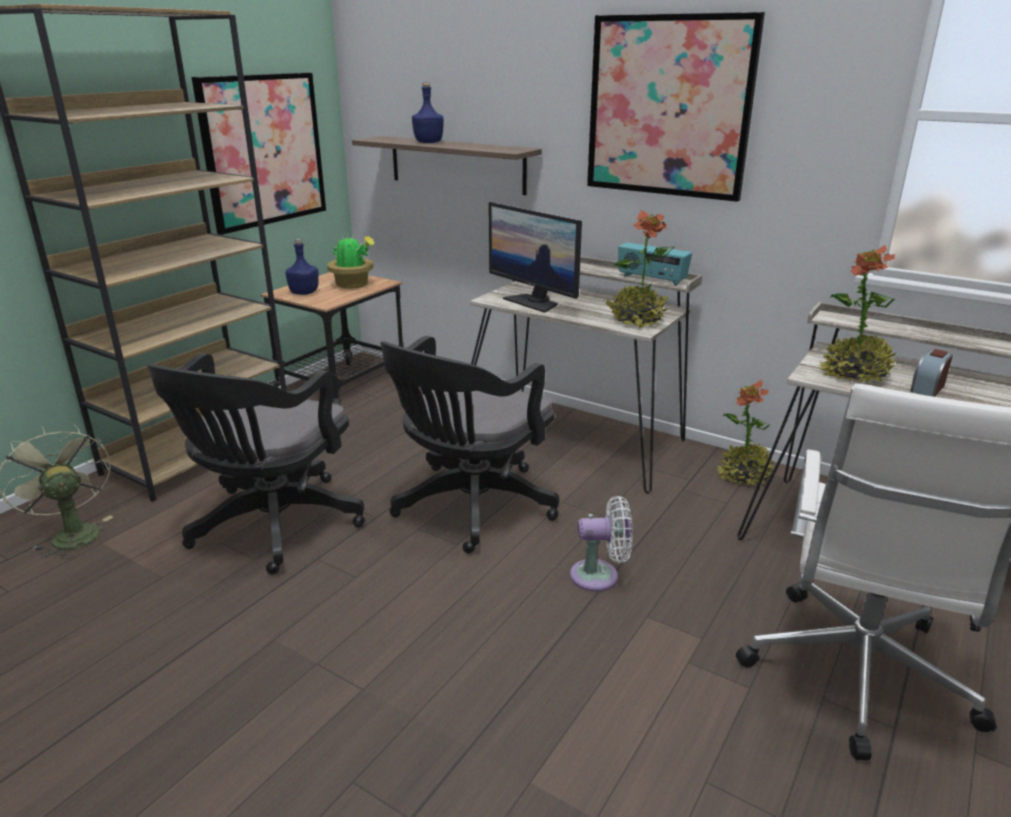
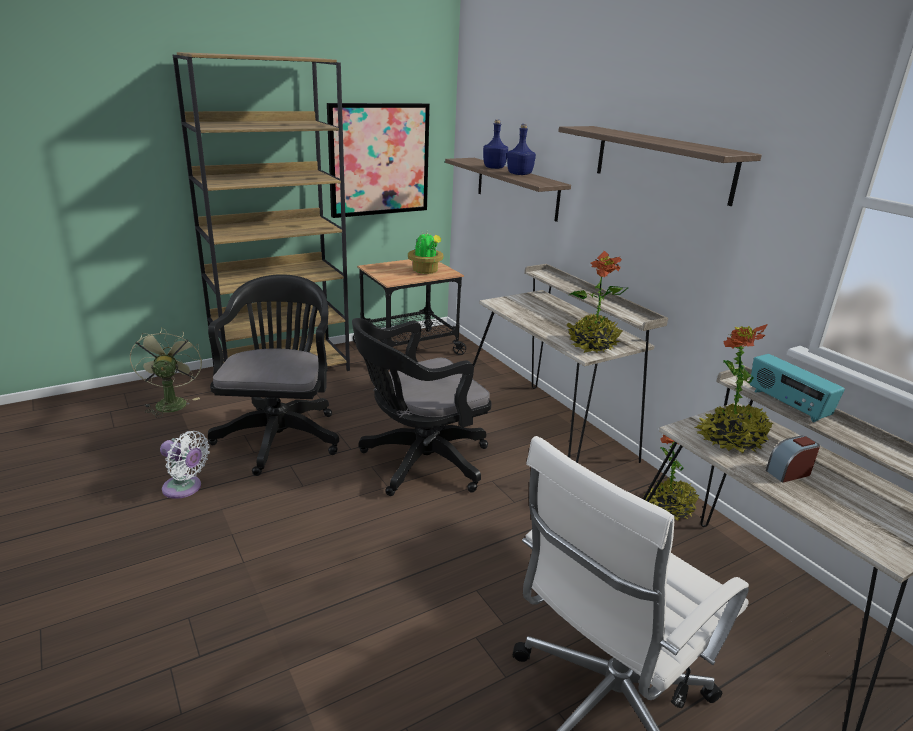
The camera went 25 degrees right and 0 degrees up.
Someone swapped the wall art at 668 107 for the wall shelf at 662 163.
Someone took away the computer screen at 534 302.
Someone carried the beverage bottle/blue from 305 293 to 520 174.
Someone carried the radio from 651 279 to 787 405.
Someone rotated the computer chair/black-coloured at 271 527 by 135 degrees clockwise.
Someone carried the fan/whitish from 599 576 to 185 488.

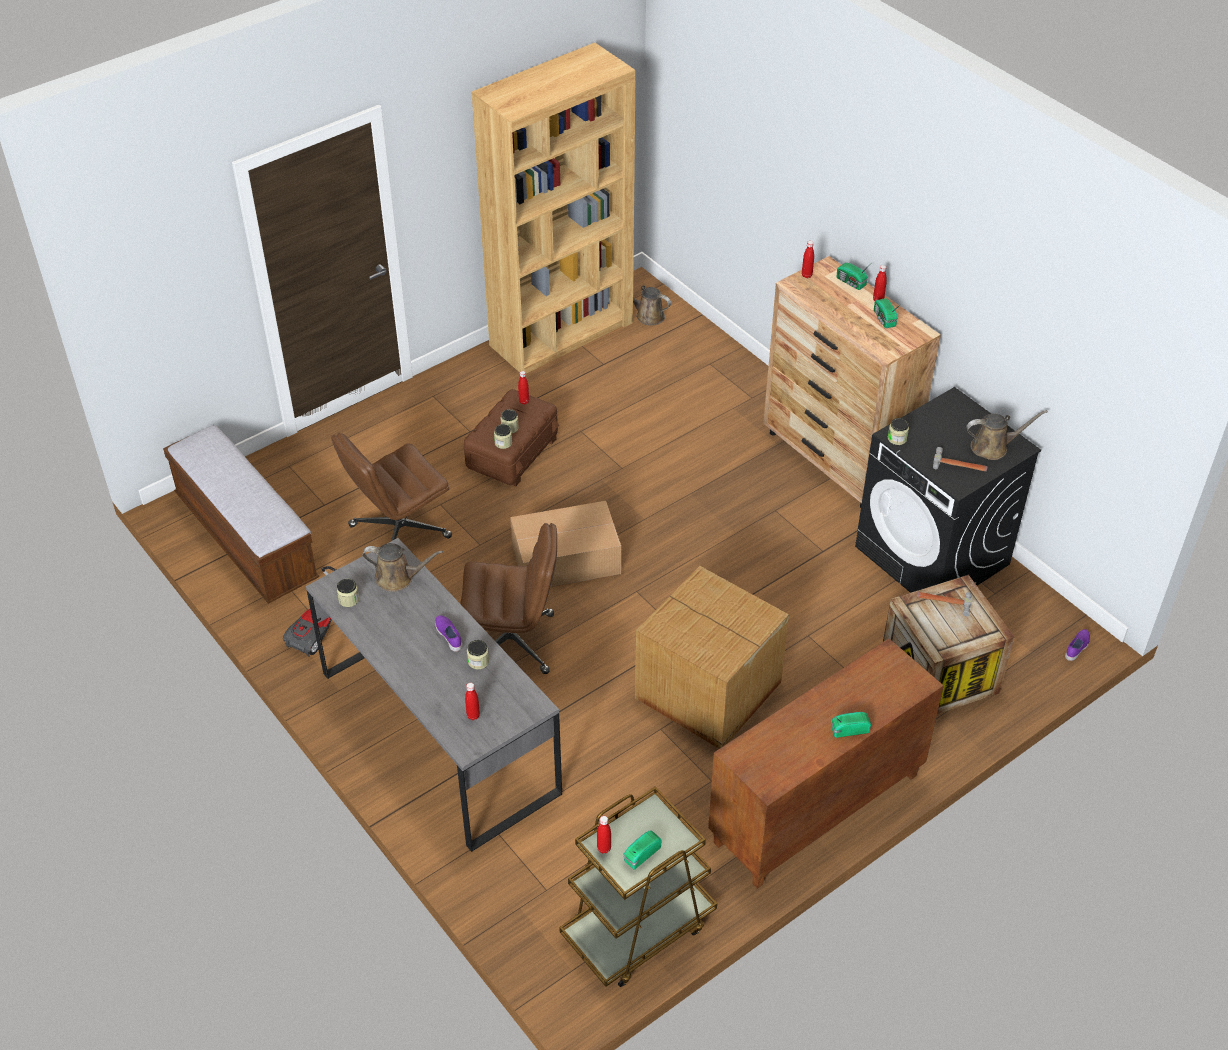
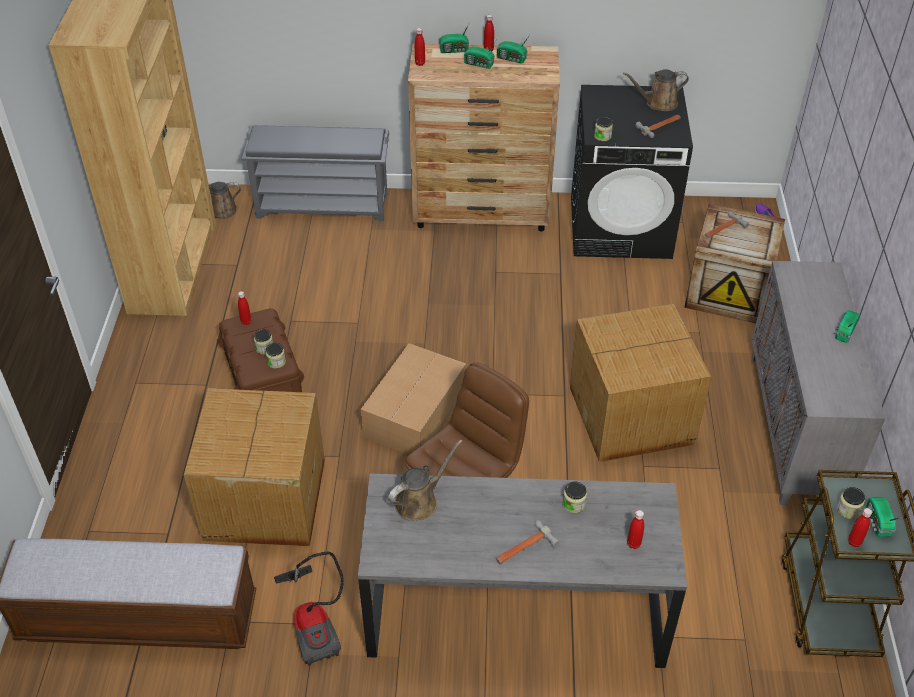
The camera went 50 degrees left and 0 degrees up.
Someone rotated the watering can/brown at 993 447 by 135 degrees counterclockwise.
Someone swapped the computer chair/brown at 399 532 for the carton at 263 501.
Someone carried the storage jar from 349 599 to 848 509.
Someone took away the shoe/purple at 449 636.
Someone repainted the storage cabinet/brown at 816 810, which became the storage cabinet/grey at 795 429.
Someone put down the radio at 479 64.
Someone put down the shoe shelf/grey at 323 205.
Someone put down the hand hammer at 523 548.

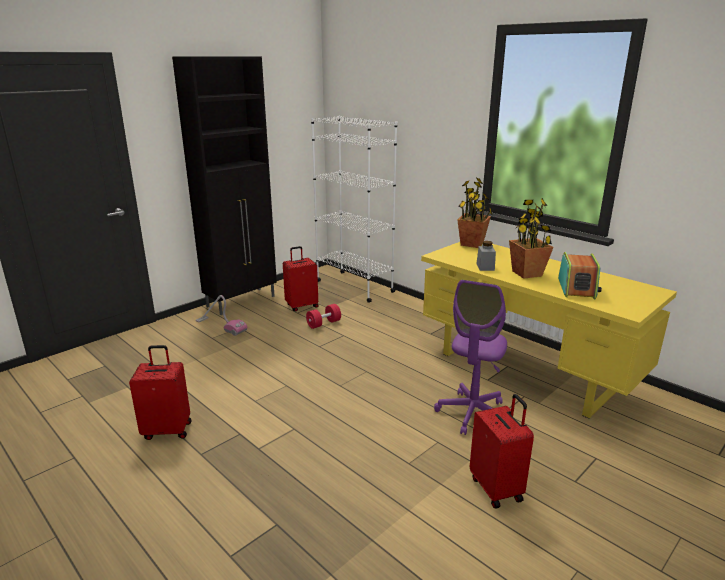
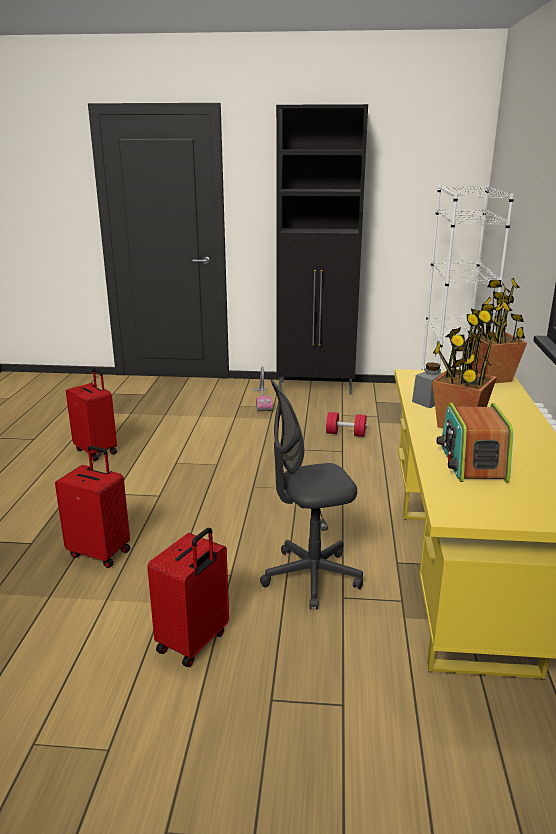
The camera went 50 degrees right and 0 degrees up.
Someone carried the piece of luggage/reddish from 301 306 to 100 552.
Someone rotated the radio at 577 288 by 120 degrees clockwise.
Someone repainted the computer chair/purple at 472 413, which became the computer chair/grey at 311 577.

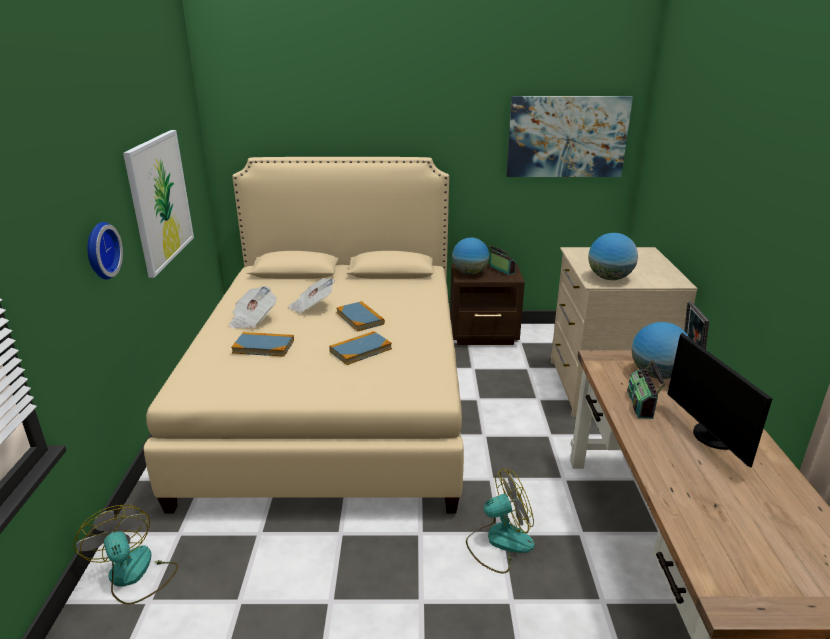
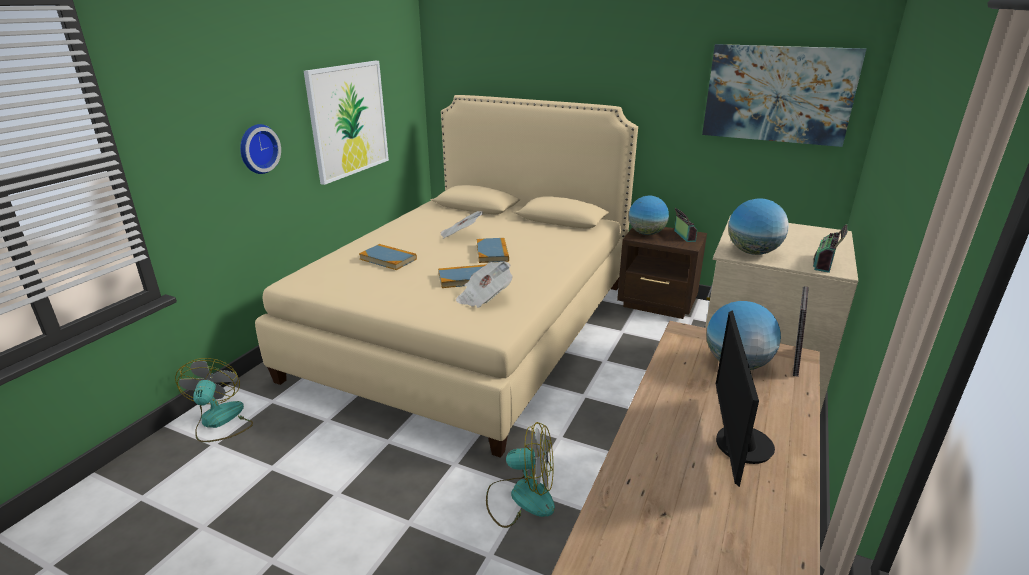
The camera went 25 degrees right and 0 degrees up.
Someone carried the newspaper from 253 320 to 484 298.
Someone carried the radio from 641 404 to 825 263.

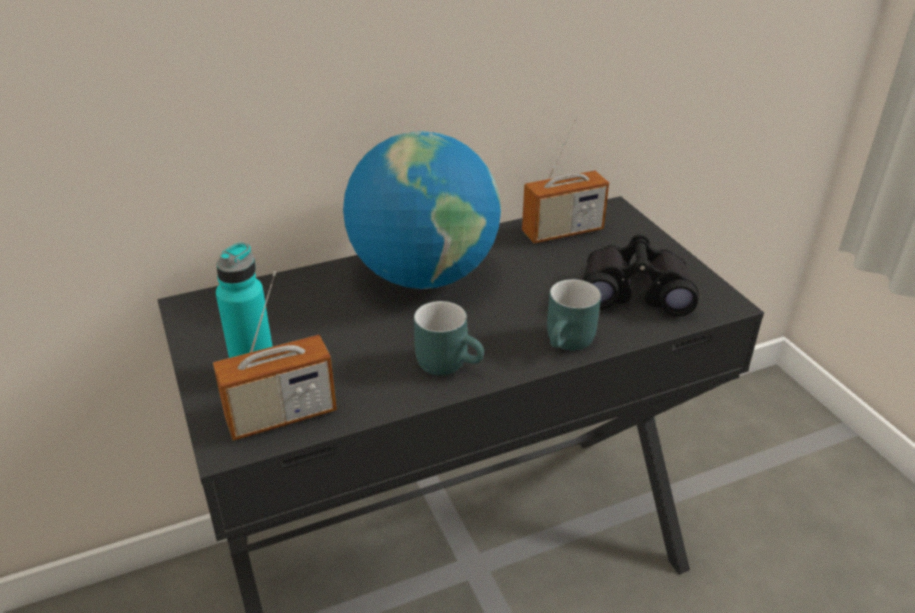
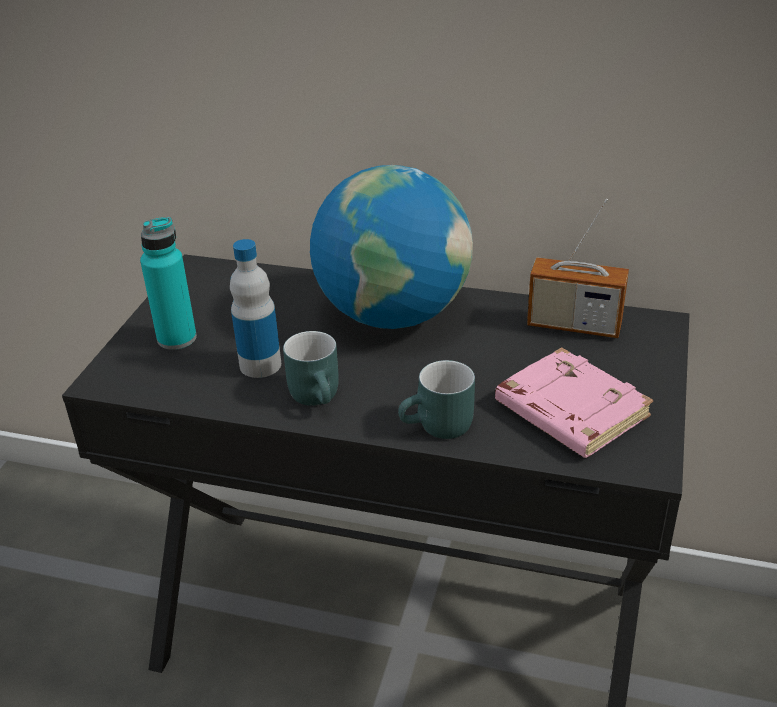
The camera went 40 degrees right and 0 degrees up.
Someone swapped the field glasses/black-coloured at 635 291 for the volume/pinkish at 568 411.
Someone took away the radio at 281 416.
Someone put down the beverage bottle at 260 365.

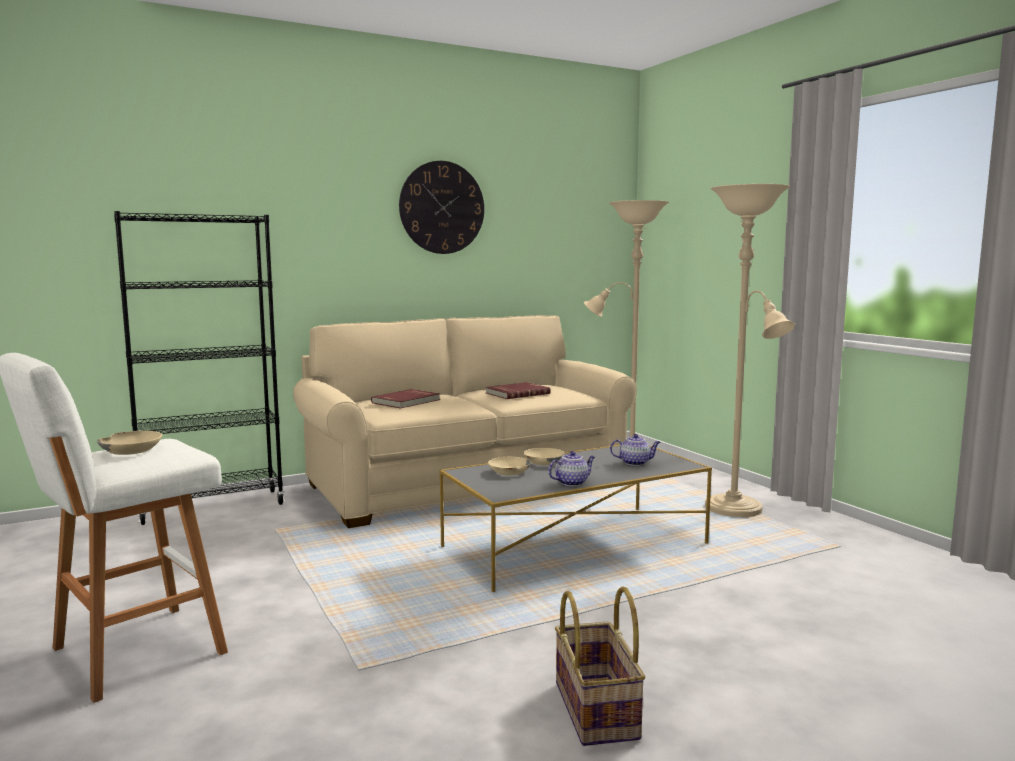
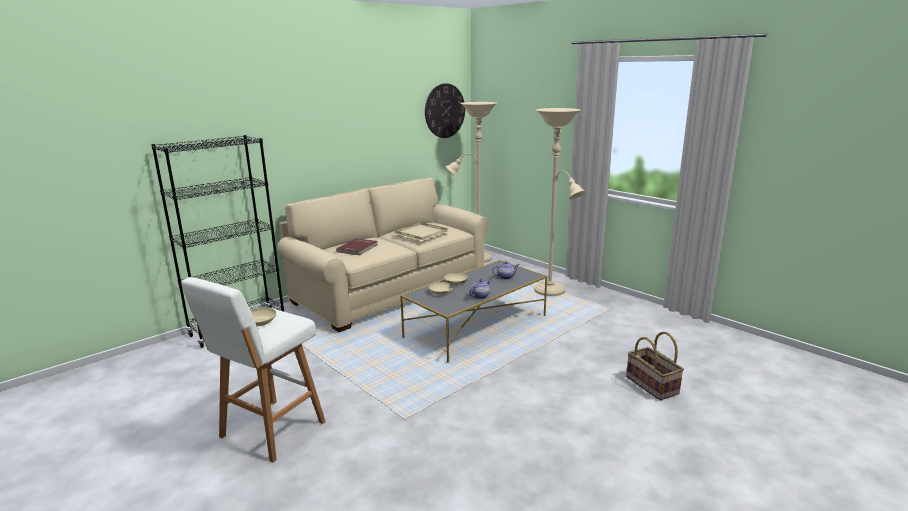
The camera went 15 degrees left and 10 degrees up.
Someone carried the clock on the wall from 442 207 to 444 111.
Someone swapped the volume/reddish at 517 393 for the serving tray/beige-coloured at 420 234.
Someone carried the household basket from 598 710 to 652 385.

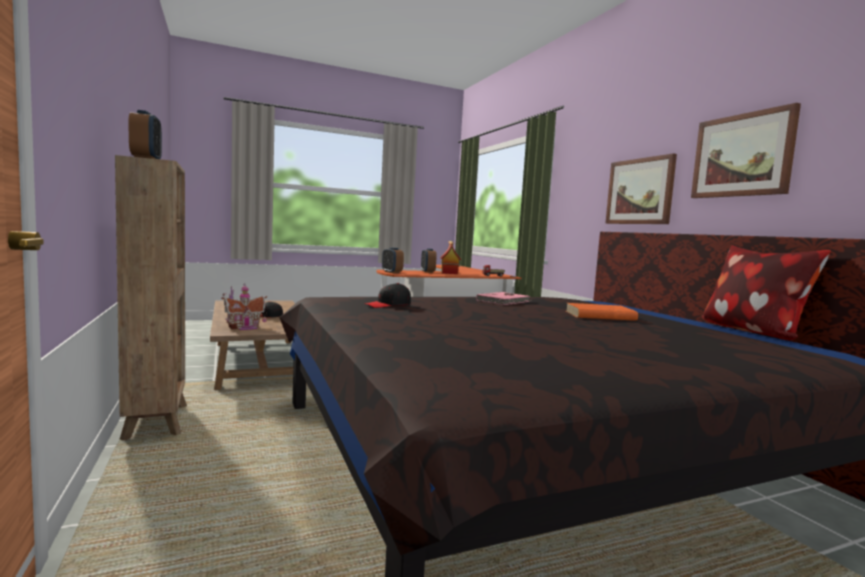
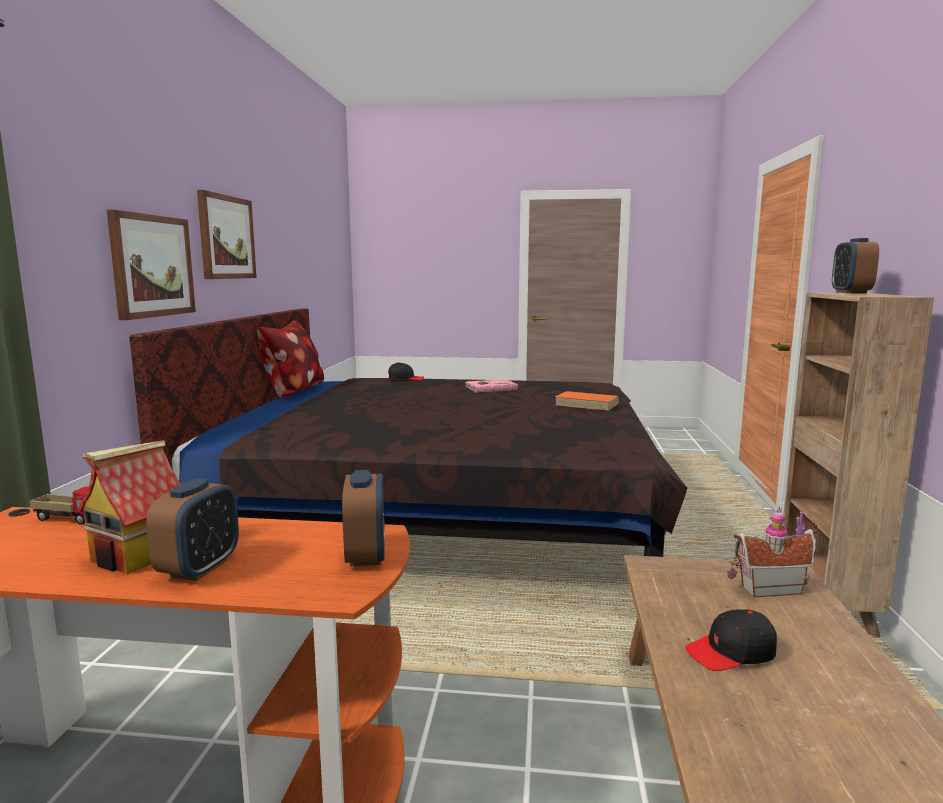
The camera went 150 degrees left and 5 degrees up.
Someone carried the baseball cap/black-coloured from 388 305 to 405 379.
Someone carried the volume/pinkish from 504 301 to 490 388.
Someone carried the volume/orange from 599 316 to 587 404.

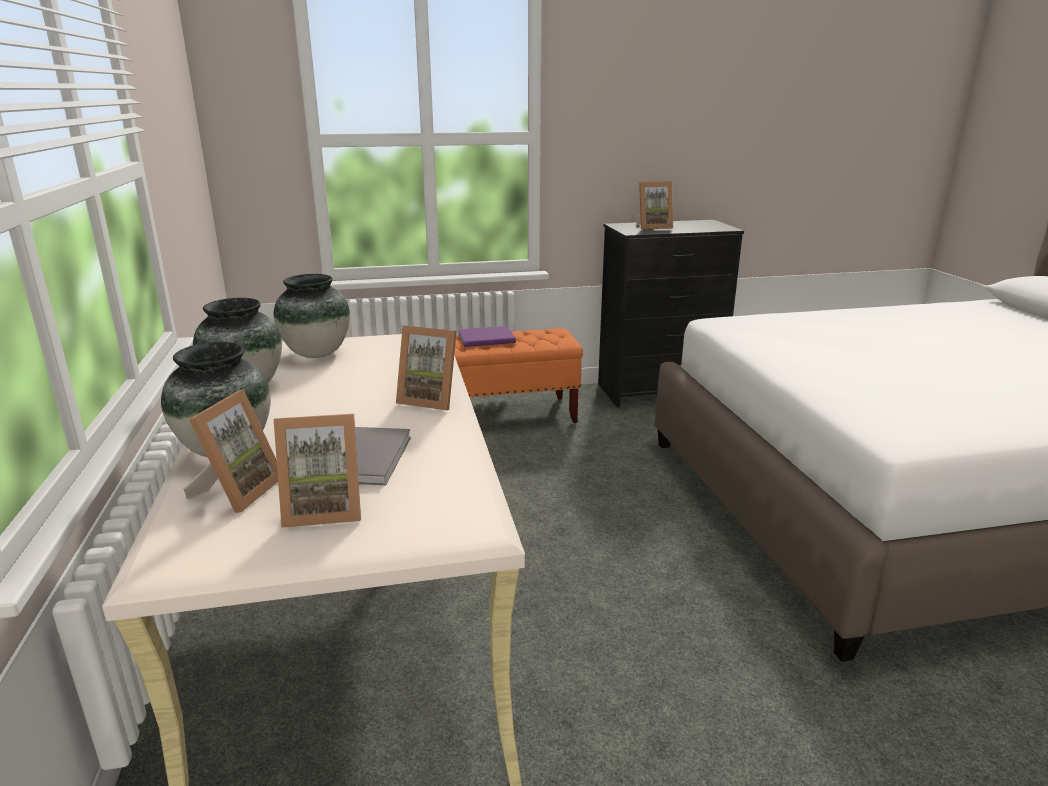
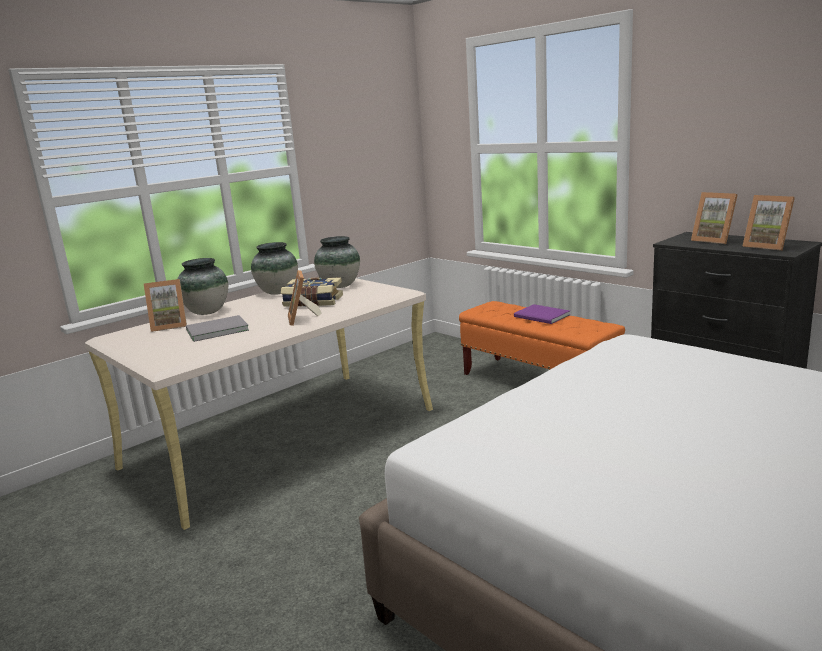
The camera went 60 degrees right and 5 degrees down.
Someone carried the picture frame from 324 509 to 767 246.
Someone put down the volume at 313 302.

